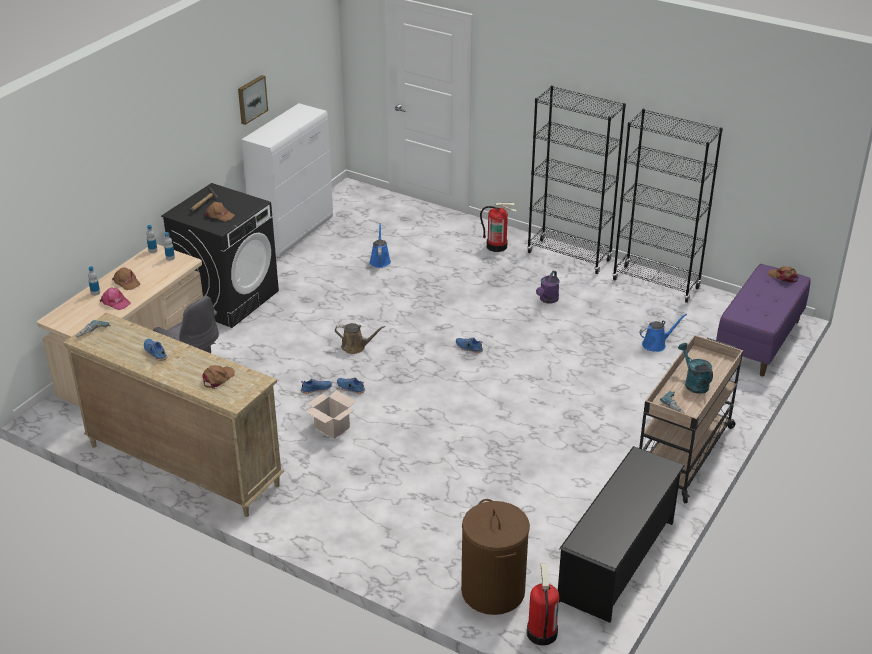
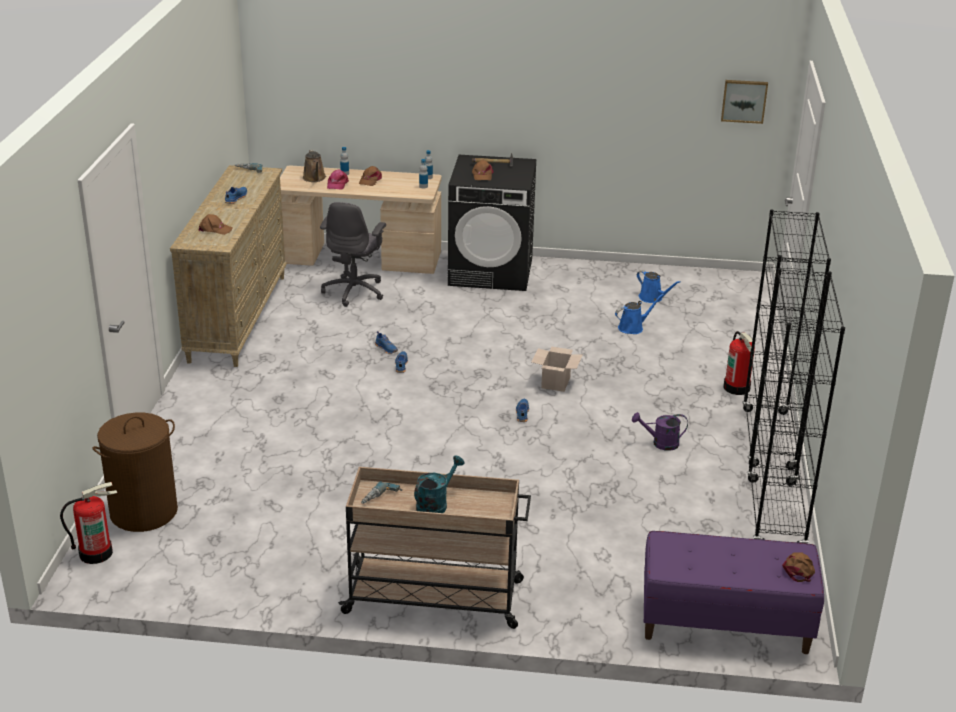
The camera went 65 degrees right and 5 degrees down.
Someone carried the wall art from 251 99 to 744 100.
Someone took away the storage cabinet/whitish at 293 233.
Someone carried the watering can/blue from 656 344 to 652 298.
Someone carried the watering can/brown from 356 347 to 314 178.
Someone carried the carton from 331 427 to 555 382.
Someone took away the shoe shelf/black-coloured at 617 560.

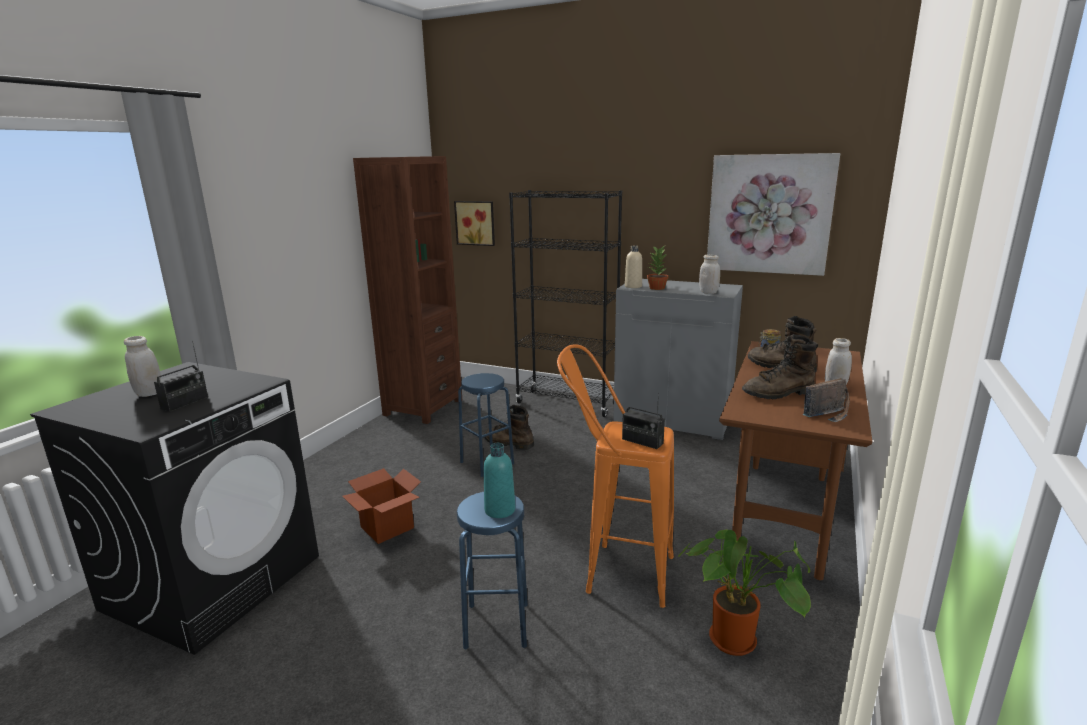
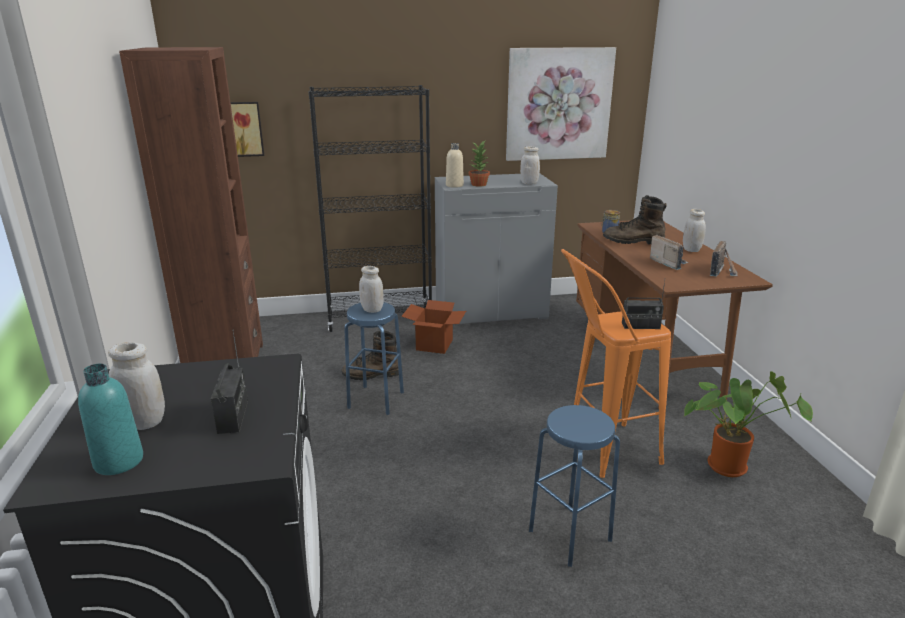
The camera went 35 degrees left and 5 degrees up.
Someone swapped the boot/brown at 779 393 for the radio at 668 263.
Someone carried the beverage bottle/turquoise from 500 510 to 119 461.
Someone carried the carton from 387 527 to 434 345.
Someone put down the storage jar/whitish at 372 310.

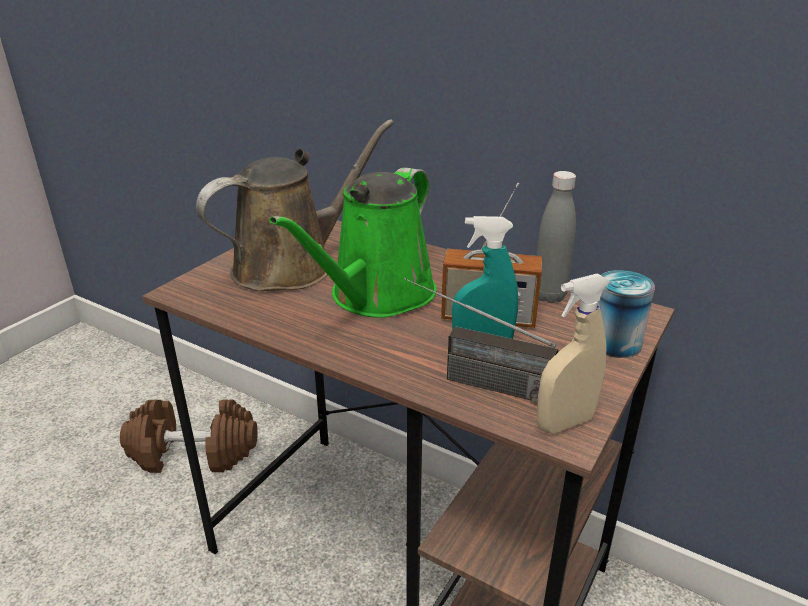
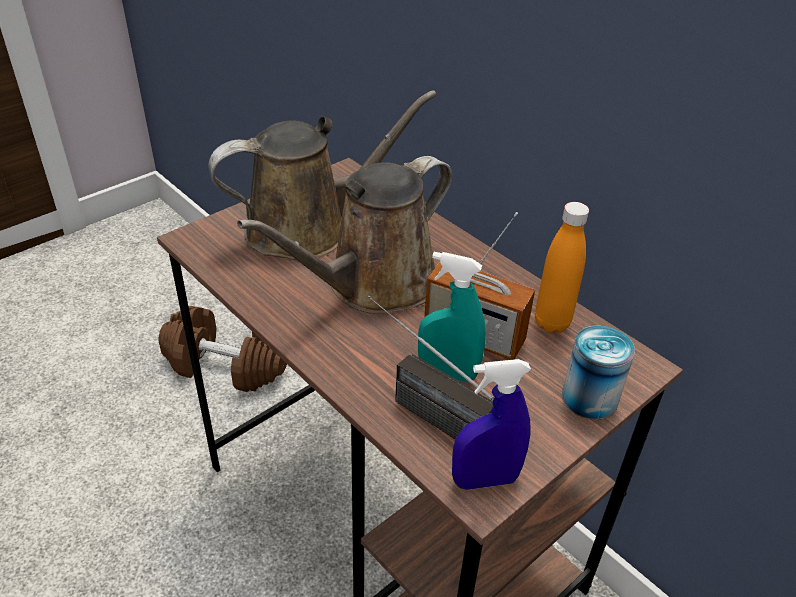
The camera went 15 degrees right and 10 degrees up.
Someone repainted the watering can/greenish at 377 296, which became the watering can/brown at 374 285.
Someone repainted the beverage bottle/grey at 549 296, which became the beverage bottle/orange at 551 323.
Someone repainted the sprayer/beige-coloured at 565 423, which became the sprayer/blue at 485 480.

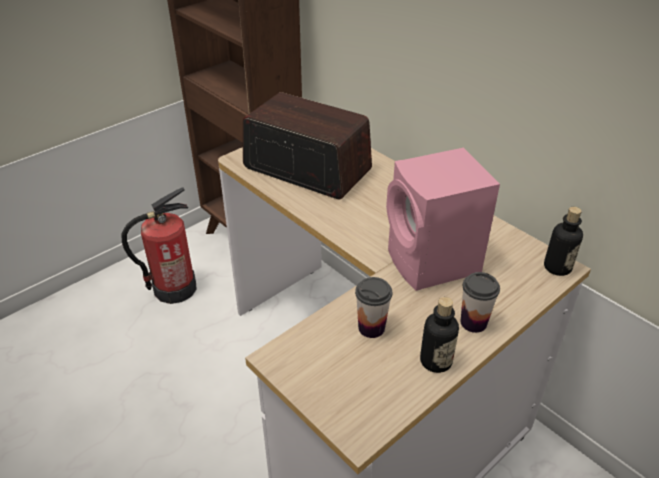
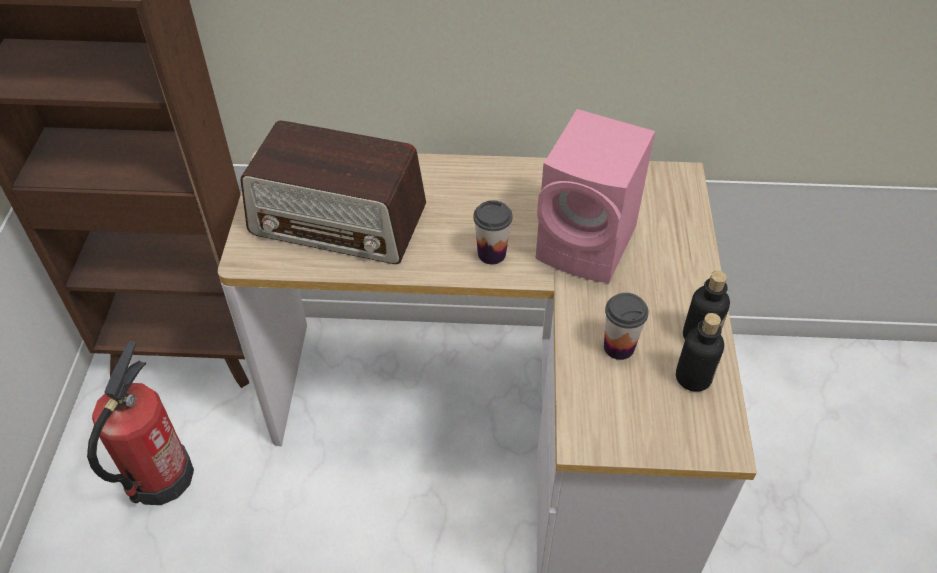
The camera went 45 degrees left and 10 degrees up.
Someone rotated the radio at 306 168 by 150 degrees counterclockwise.
Someone carried the beverage bottle from 557 267 to 693 378.
Someone carried the drinking cup from 473 322 to 491 254.

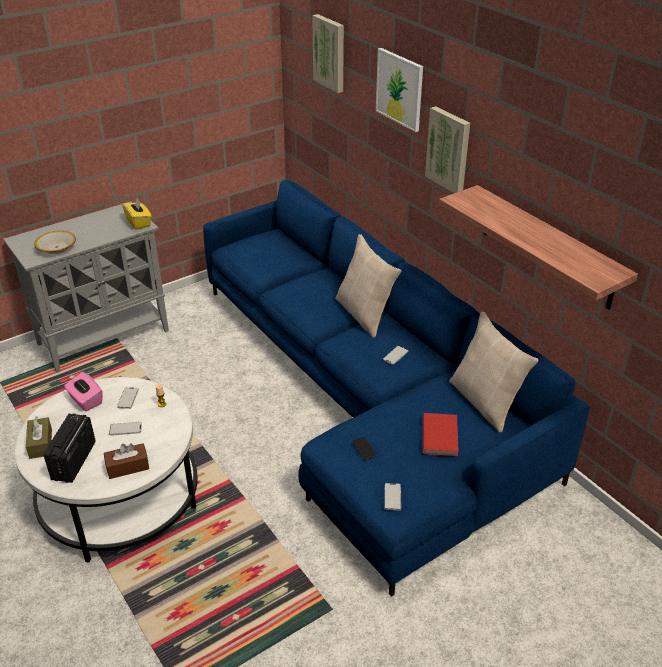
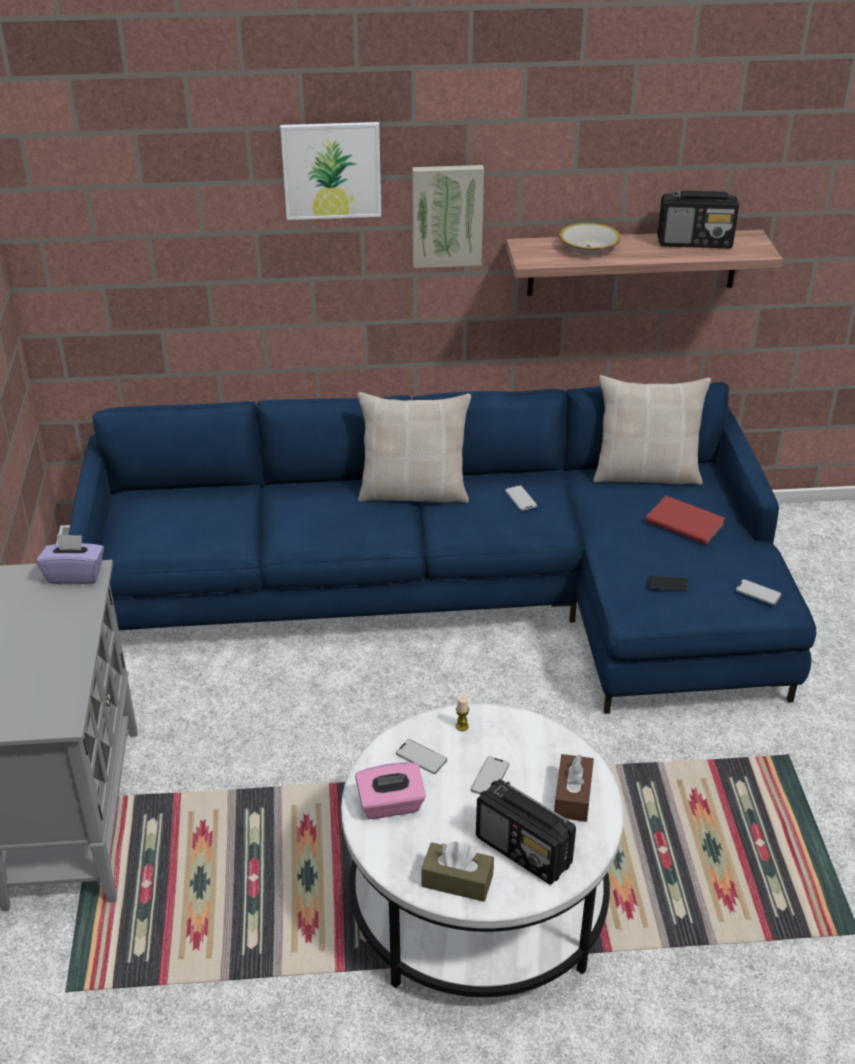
The camera went 60 degrees left and 0 degrees up.
Someone took away the wall art at 330 53.
Someone repainted the tissue holder/yellow at 139 222, which became the tissue holder/purple at 75 574.
Someone carried the deep dish from 56 247 to 588 247.
Someone put down the radio at 695 242.

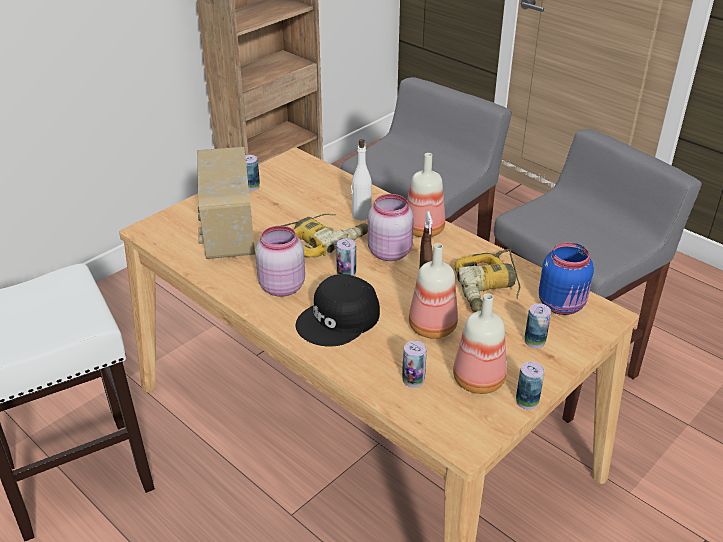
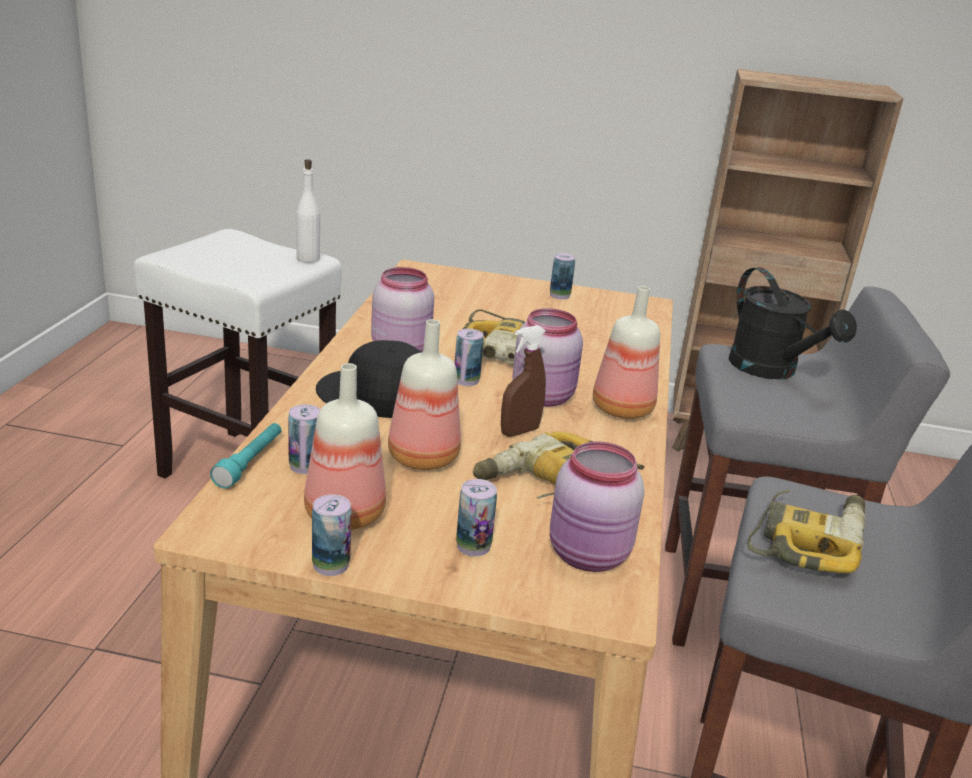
The camera went 55 degrees right and 10 degrees down.
Someone carried the beverage bottle/whitish from 361 215 to 308 258.
Someone took away the radio at 227 234.
Someone repainted the storage jar/blue at 562 305, which became the storage jar/pinkish at 589 556.
Someone put down the watering can/black-coloured at 771 370.
Someone put down the torch/turquoise at 250 463.
Someone put down the power drill at 806 539.

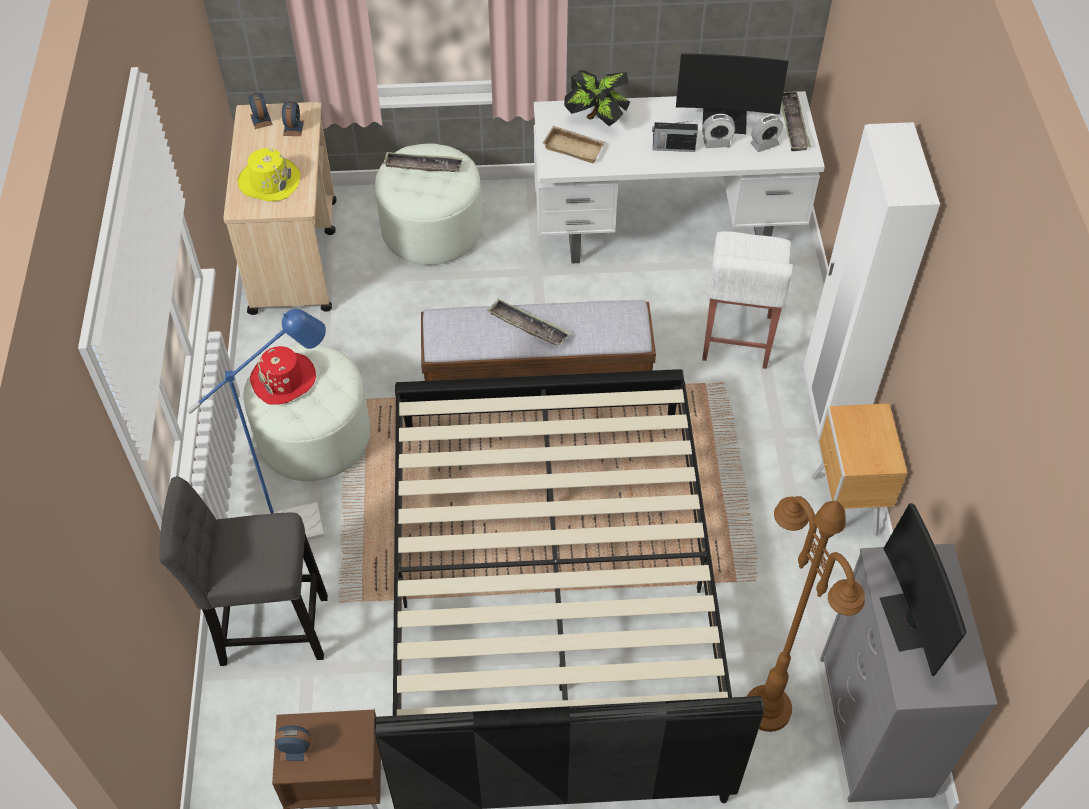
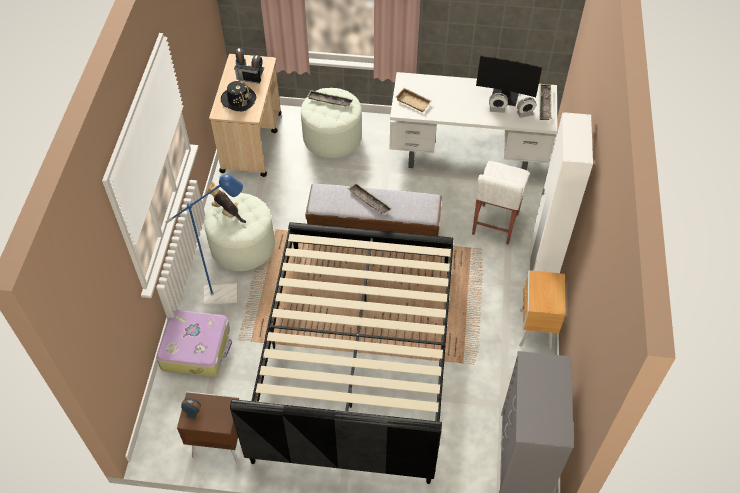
The camera went 10 degrees right and 0 degrees up.
Someone took away the potted plant at 597 120.
Someone carried the radio from 672 147 to 248 79.
Someone repainted the wearable hat/yellow at 269 181, which became the wearable hat/black-coloured at 238 99.
Someone swapped the wearable hat/reddish at 283 379 for the soft toy at 227 212.
Someone swapped the sitting stool/grey at 267 628 for the piece of luggage at 196 348.
Someone took away the floor lamp/brown at 766 708.
Someone took away the computer screen at 911 621.

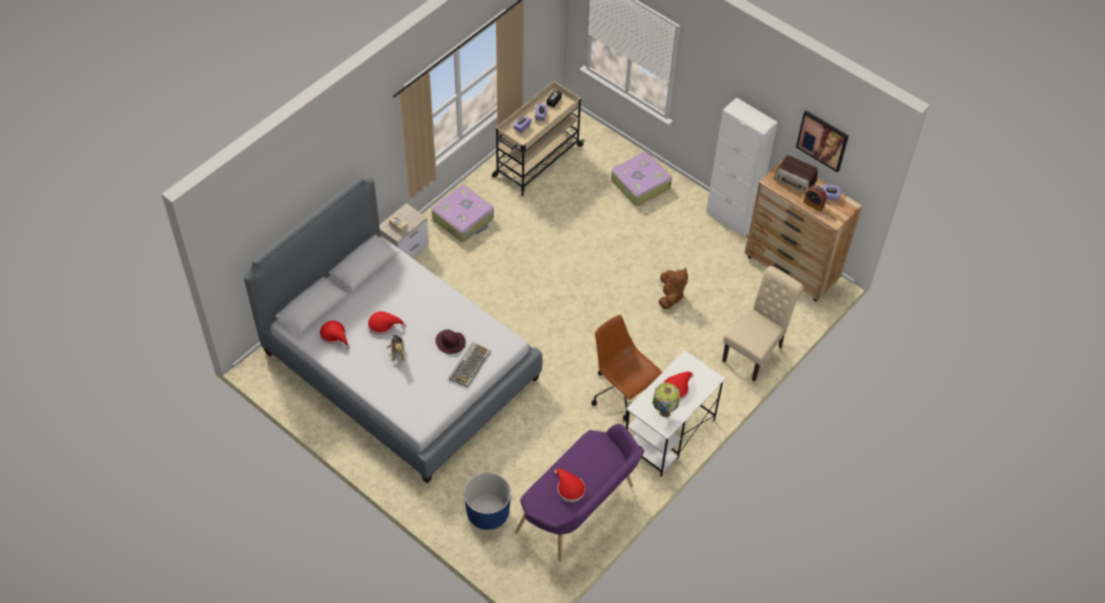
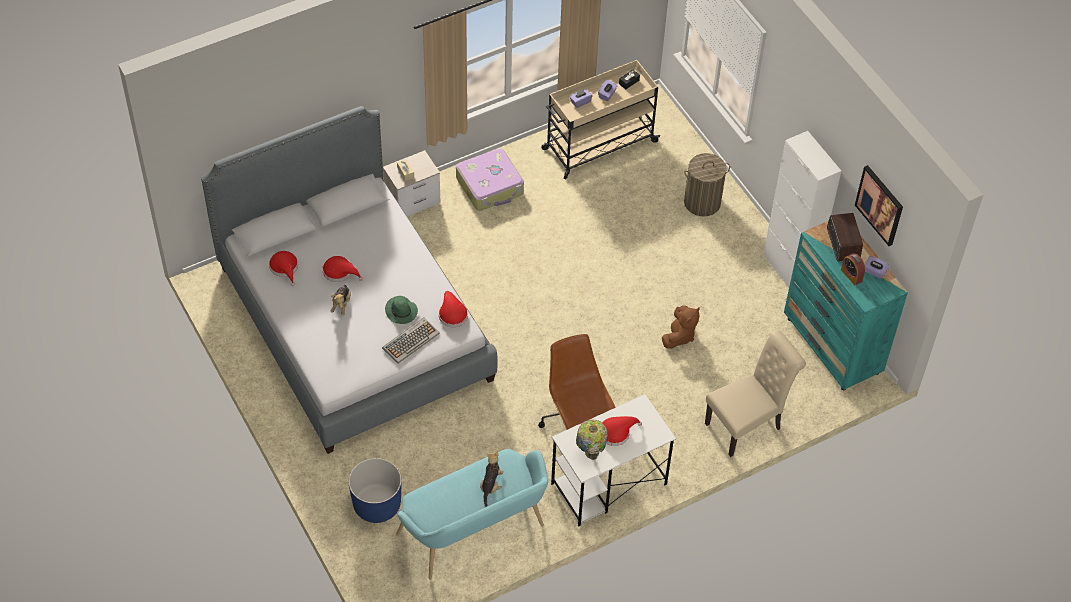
The camera went 20 degrees right and 0 degrees up.
Someone swapped the piece of luggage at 639 184 for the washing basket at 702 202.
Someone rotated the radio at 795 180 by 150 degrees counterclockwise.
Someone repainted the dresser/brown at 792 269, which became the dresser/turquoise at 832 346.
Someone repainted the wearable hat/purple at 451 343, which became the wearable hat/greenish at 401 312.
Someone repainted the bench/purple at 580 511, which became the bench/turquoise at 475 534.
Someone carried the wearable hat/reddish from 569 488 to 452 313.
Someone put down the soft toy at 491 485.

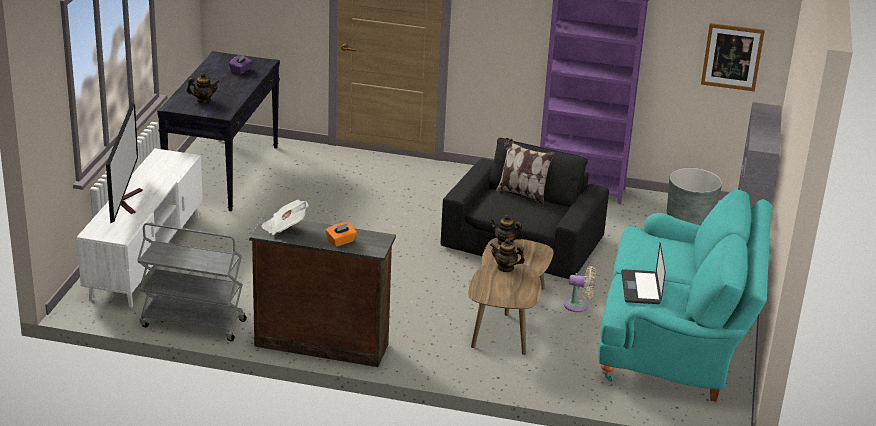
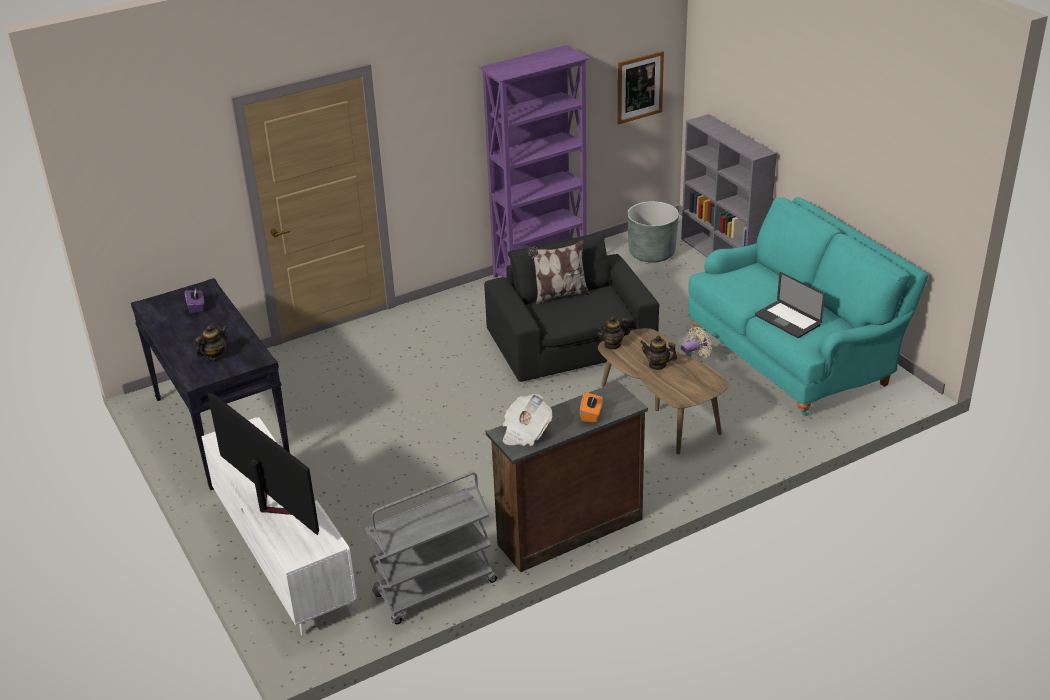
The camera went 40 degrees left and 5 degrees up.
Someone rotated the teapot at 505 268 by 45 degrees clockwise.

